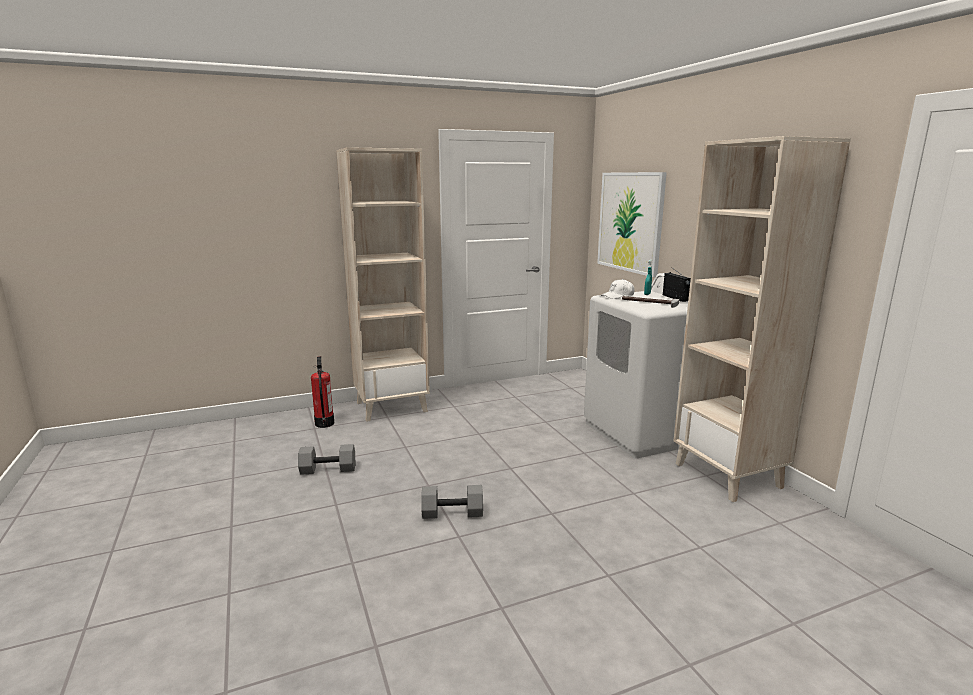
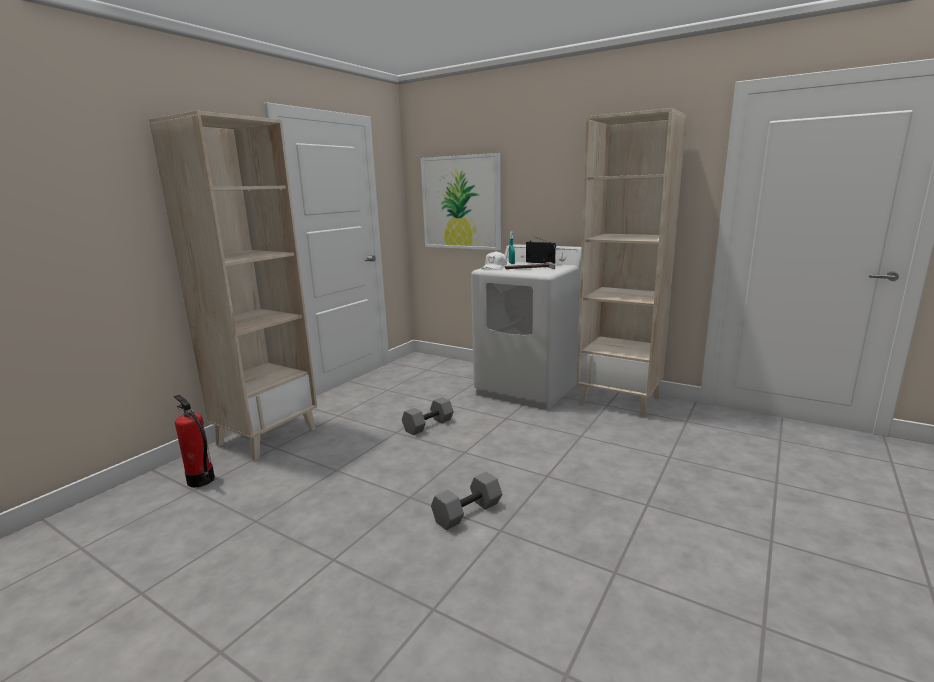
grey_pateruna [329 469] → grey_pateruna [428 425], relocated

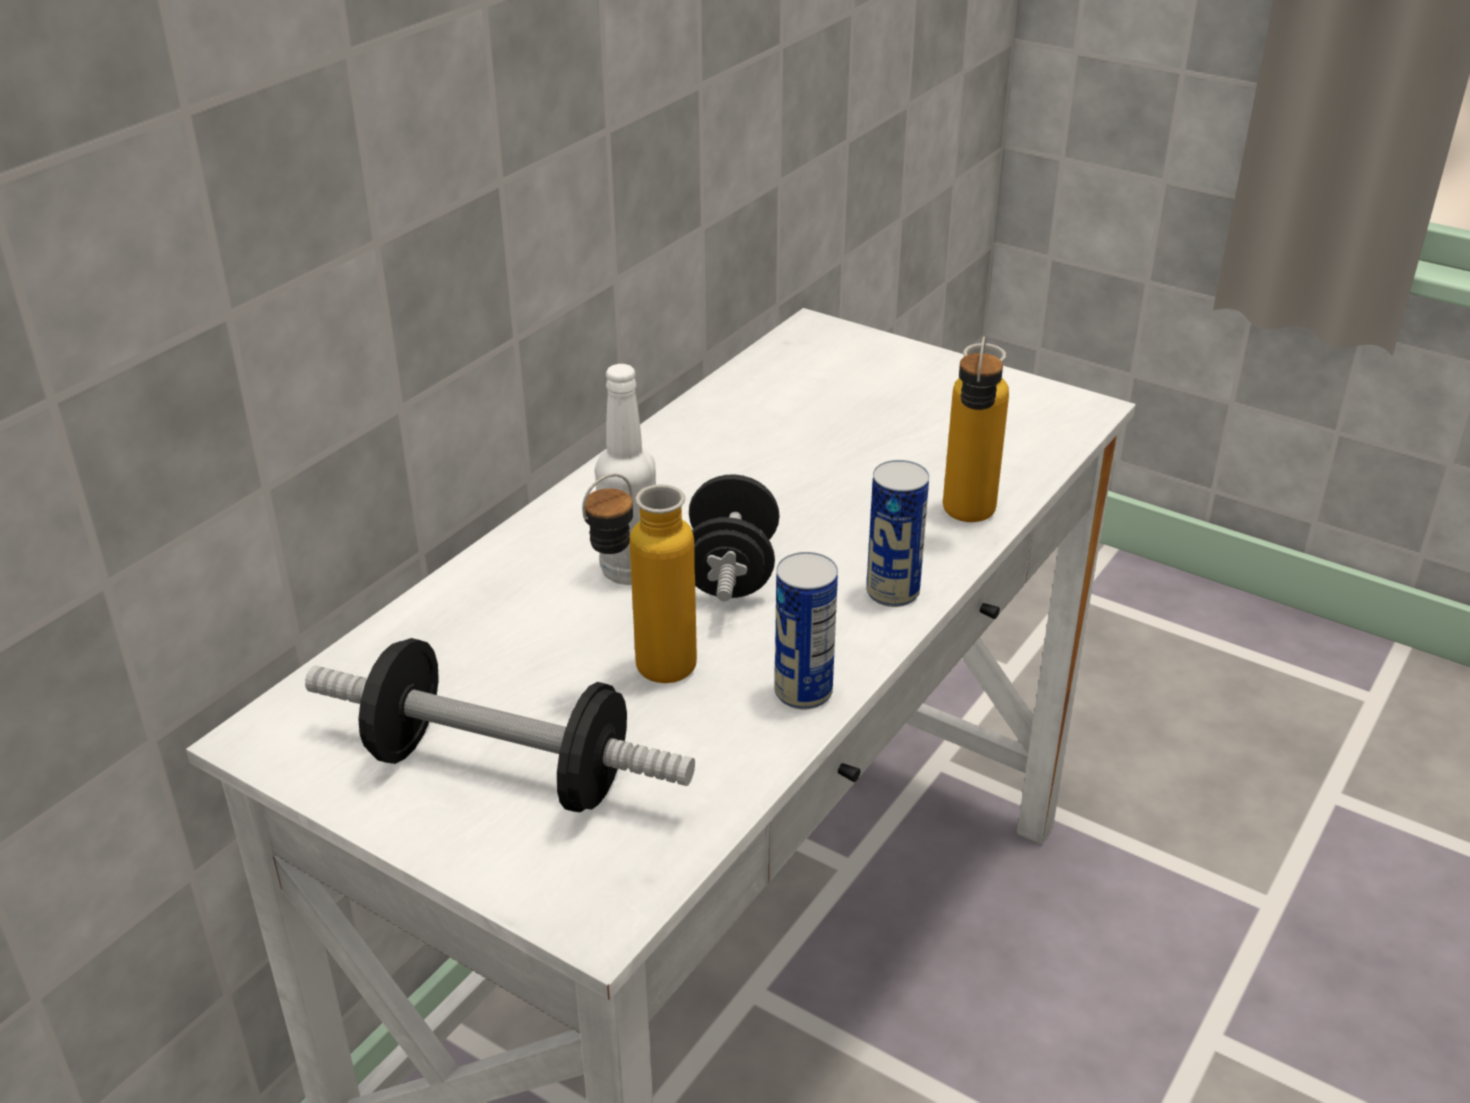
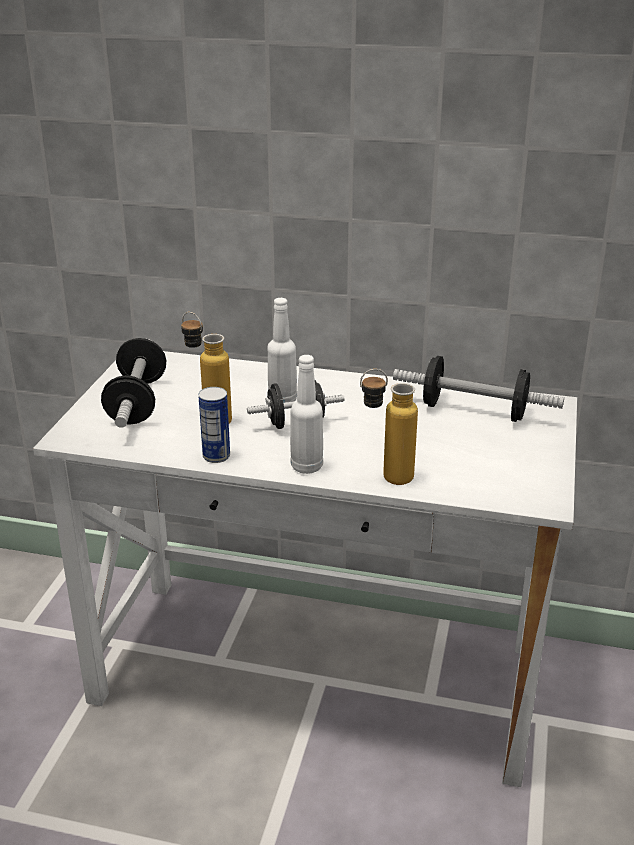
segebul [892 592] → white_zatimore [307 466]
- → pateruna [474 411]

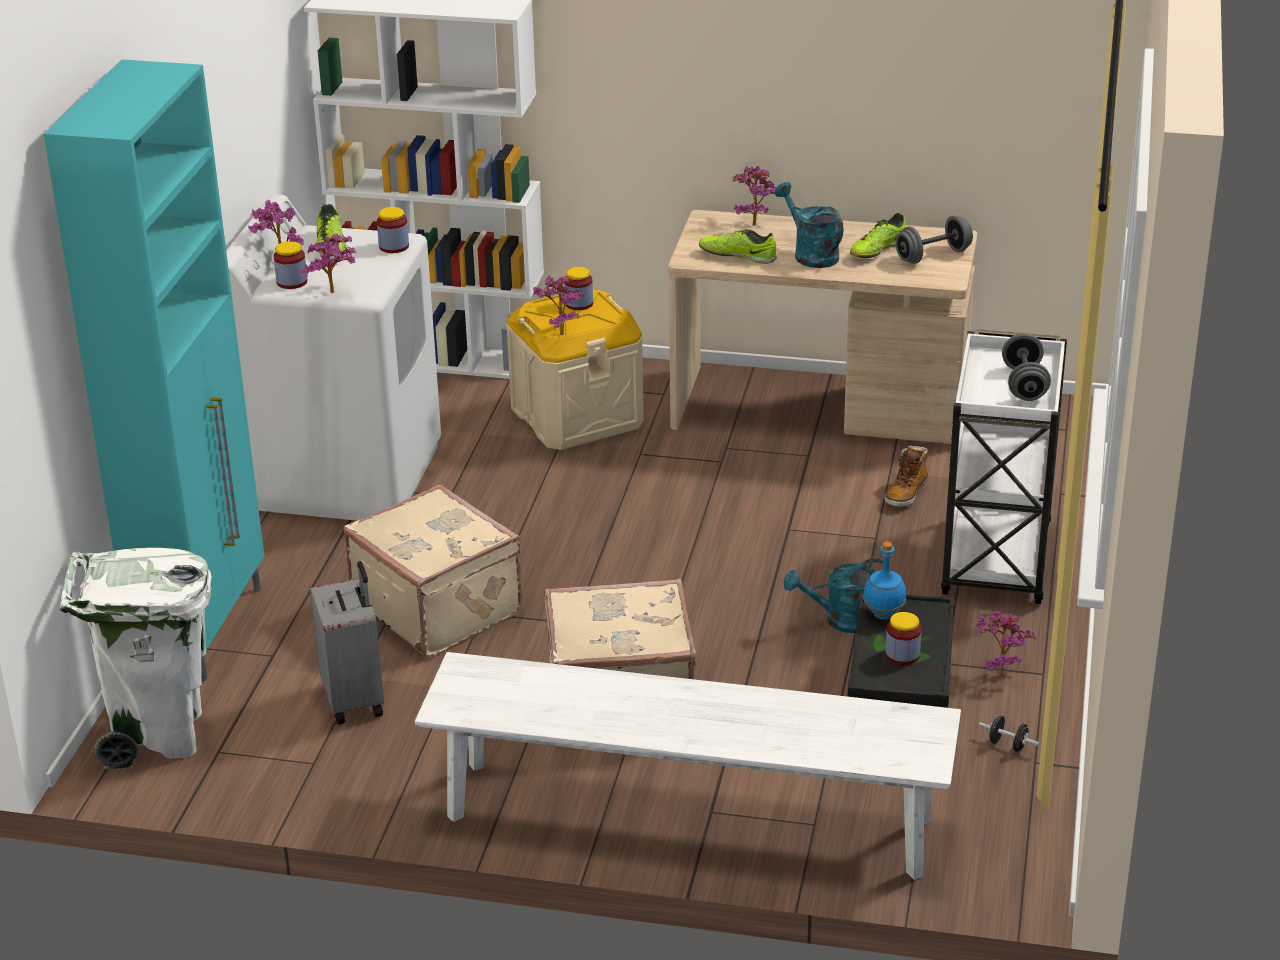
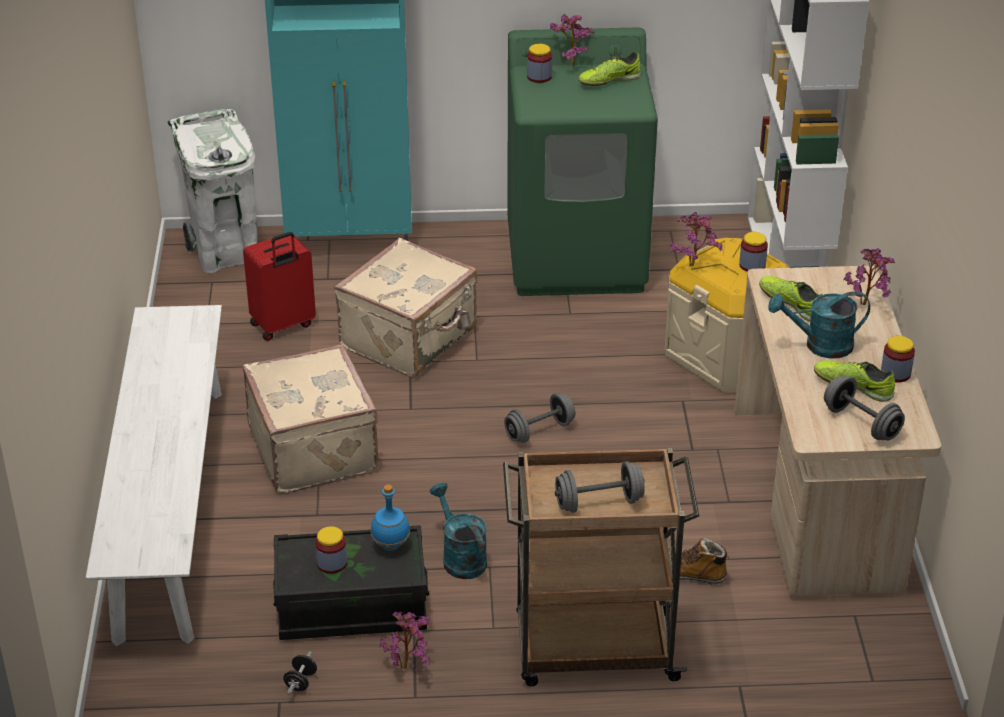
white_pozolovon [345 475] → green_pozolovon [577 258]
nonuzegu [334 294] → -
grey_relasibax [355 700] → red_relasibax [283 325]
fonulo [394 246] → fonulo [895 373], relocated
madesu [738 255] → madesu [791 304], 45 degrees counterclockwise
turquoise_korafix [810 254] → turquoise_korafix [820 345], 135 degrees counterclockwise
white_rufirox [996 562] → brown_rufirox [592 649]
- → grey_pateruna [539 431]

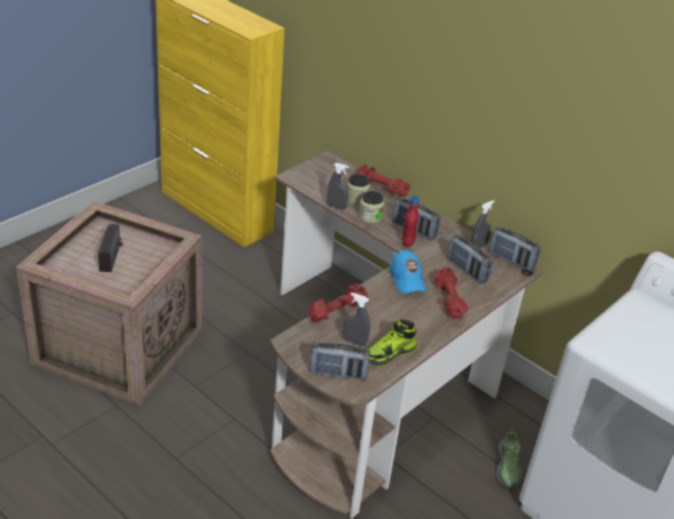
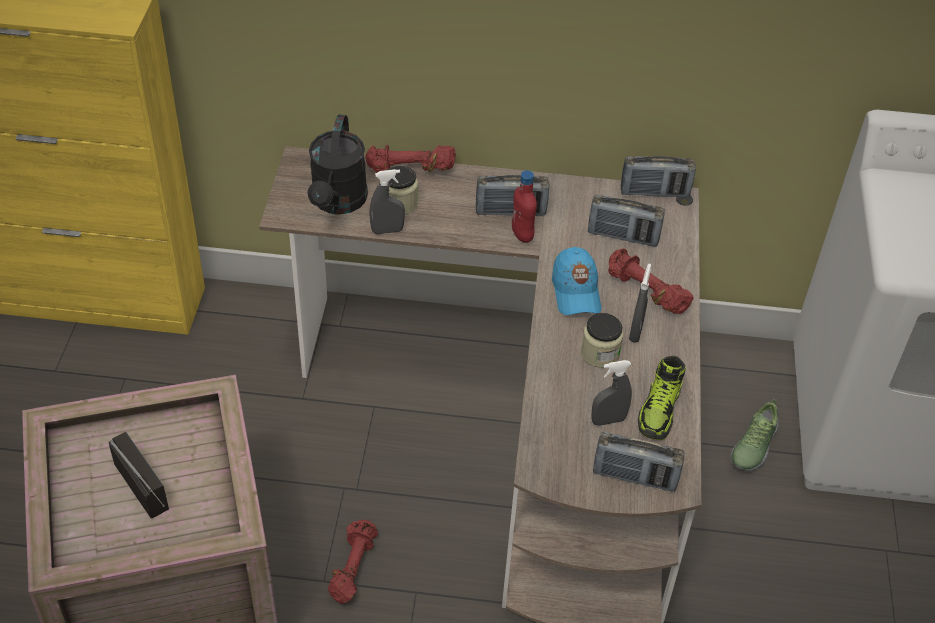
red_pateruna [337 311] → red_pateruna [352 568], relocated
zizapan [338 373] → zizapan [634 477], 45 degrees clockwise
fonulo [370 217] → fonulo [600 353], relocated
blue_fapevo [407 280] → blue_fapevo [575 292], 45 degrees clockwise
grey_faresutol [478 246] → grey_faresutol [636 332], relocated
madesu [507 467] → madesu [753 446], 60 degrees clockwise
- → black_korafix [338 203]

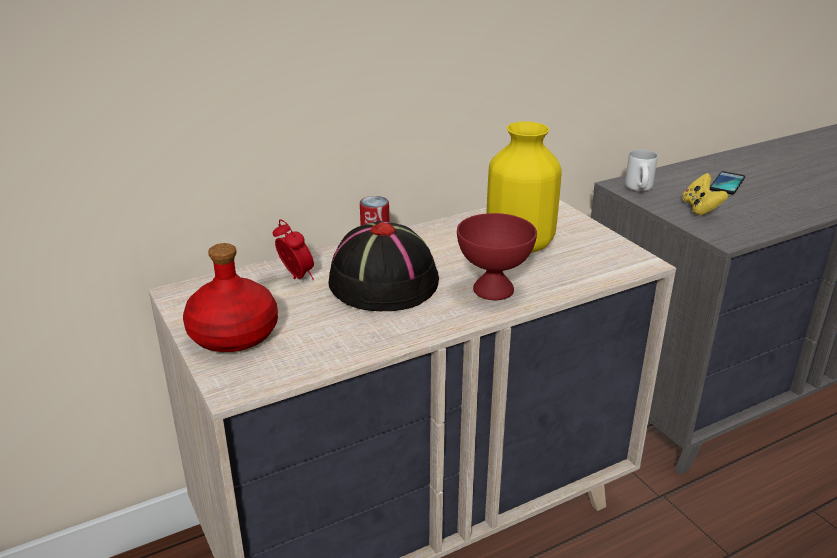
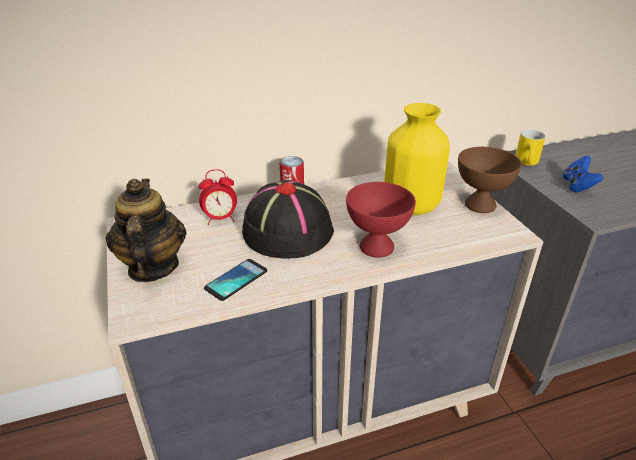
red_zatimore [233 335] → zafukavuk [152 267]
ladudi [296 277] → ladudi [220 219], 105 degrees clockwise
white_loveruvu [641 190] → yellow_loveruvu [528 164]
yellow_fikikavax [700 208] → blue_fikikavax [577 186]
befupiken [727 183] → befupiken [236 280], relocated
- → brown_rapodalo [480 204]

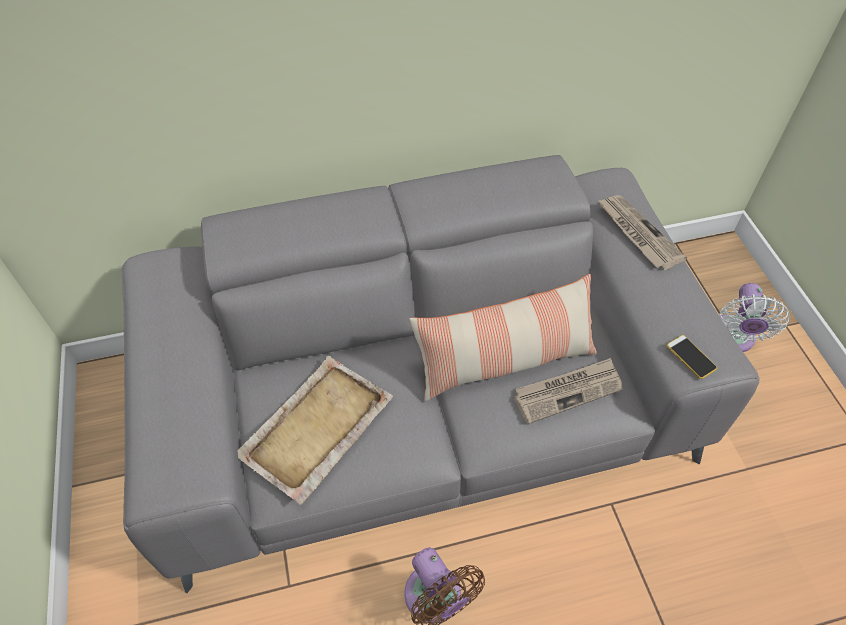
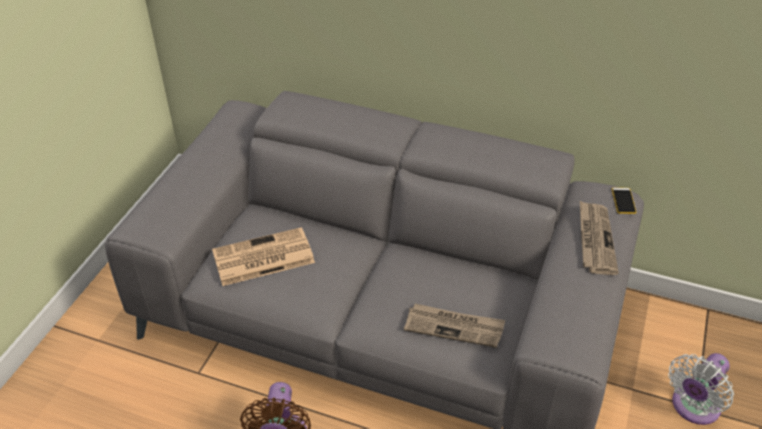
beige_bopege [315 429] → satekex [262 258]
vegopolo [504 360] → -
befupiken [691 357] → befupiken [623 201], relocated

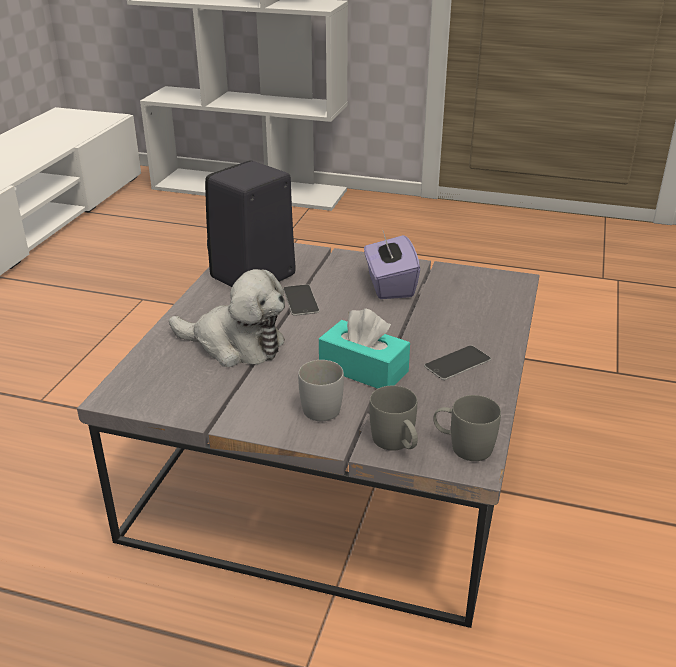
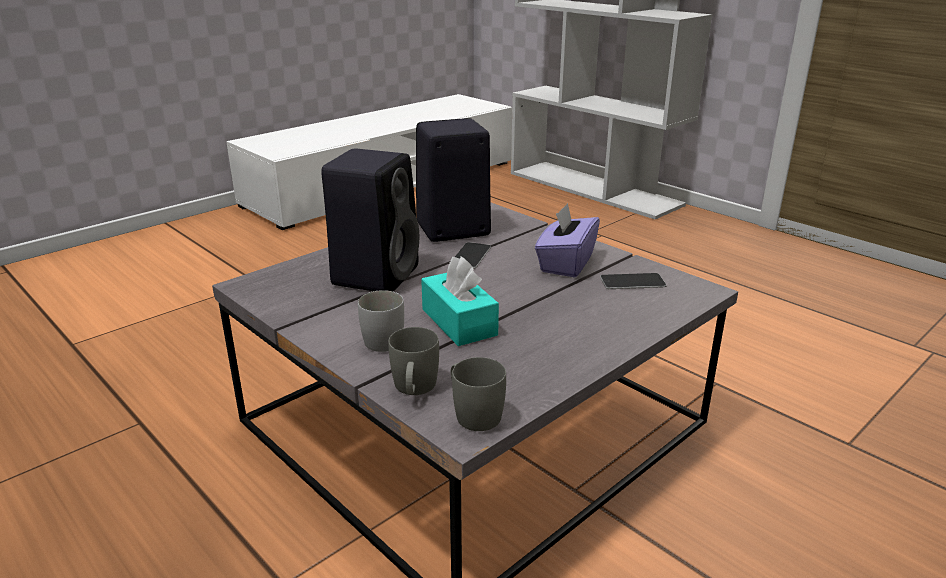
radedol [235 345] → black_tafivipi [376 274]
befupiken [457 363] → befupiken [632 281], relocated

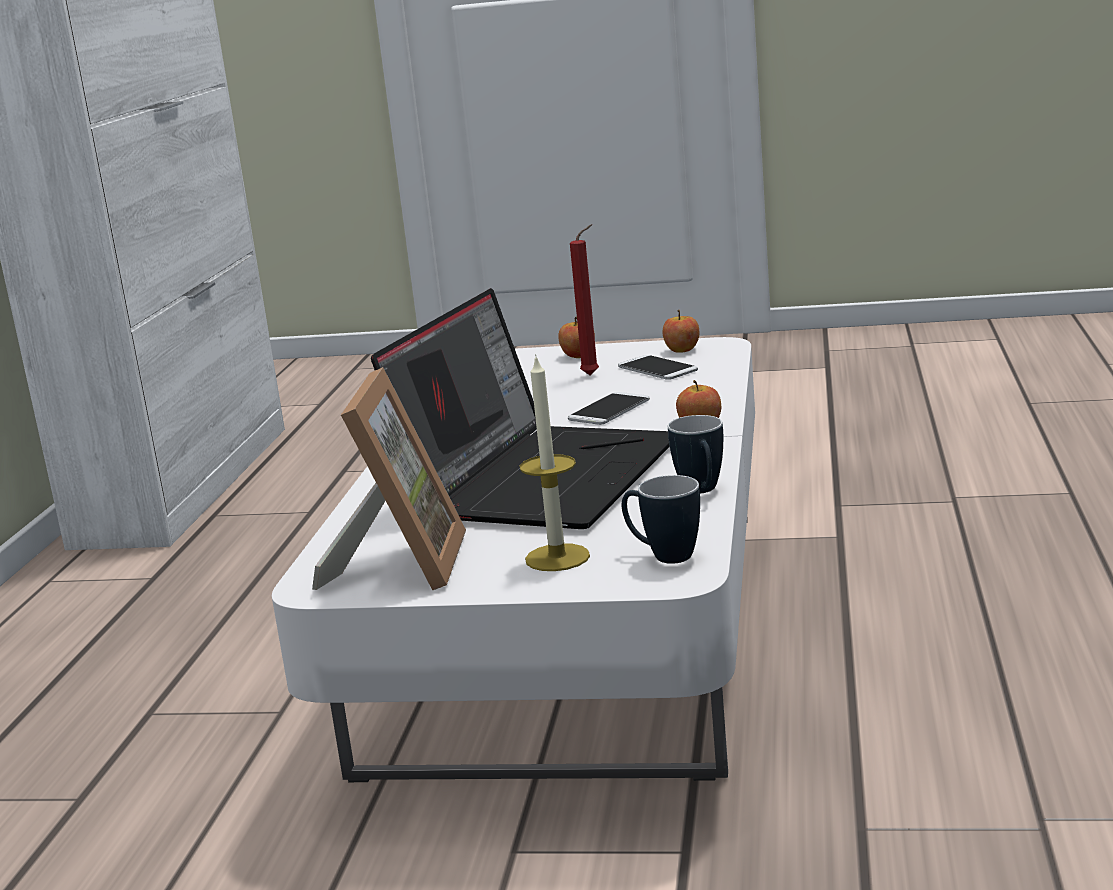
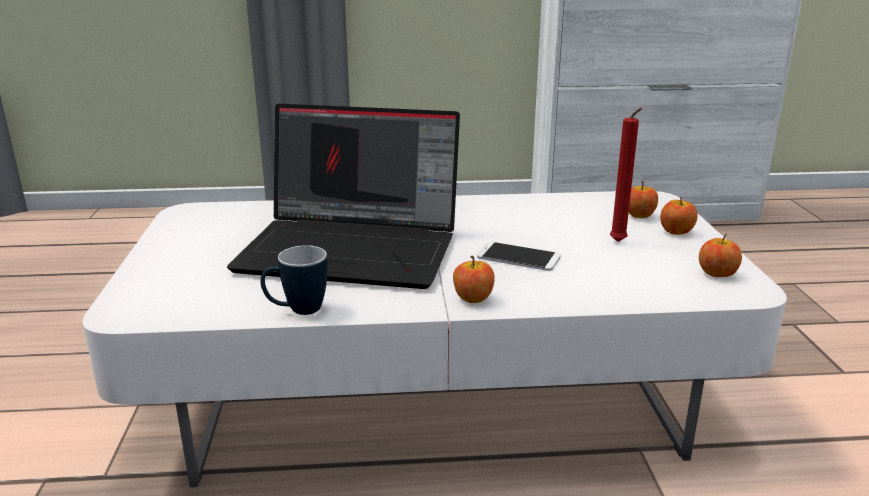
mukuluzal [400 564] → -
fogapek [557 557] → -
befupiken [657 369] → -
loveruvu [663 556] → -
- → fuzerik [639 215]

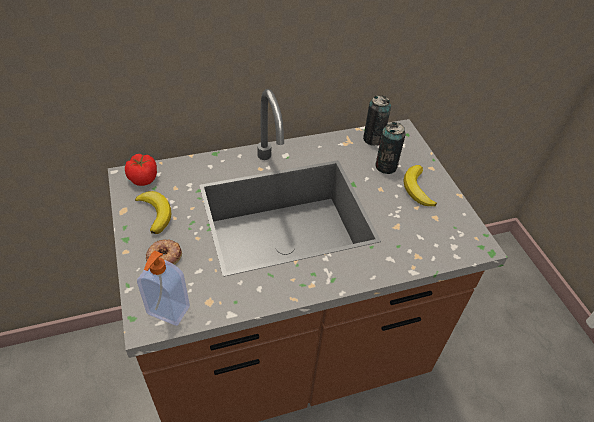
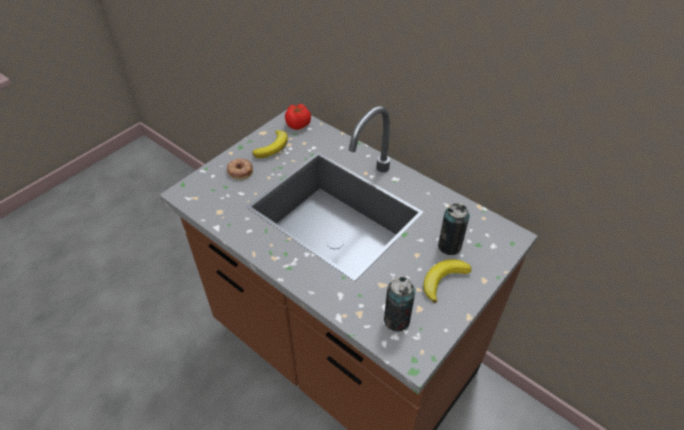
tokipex [167 311] → -
segebul [373 139] → segebul [396 320], relocated

